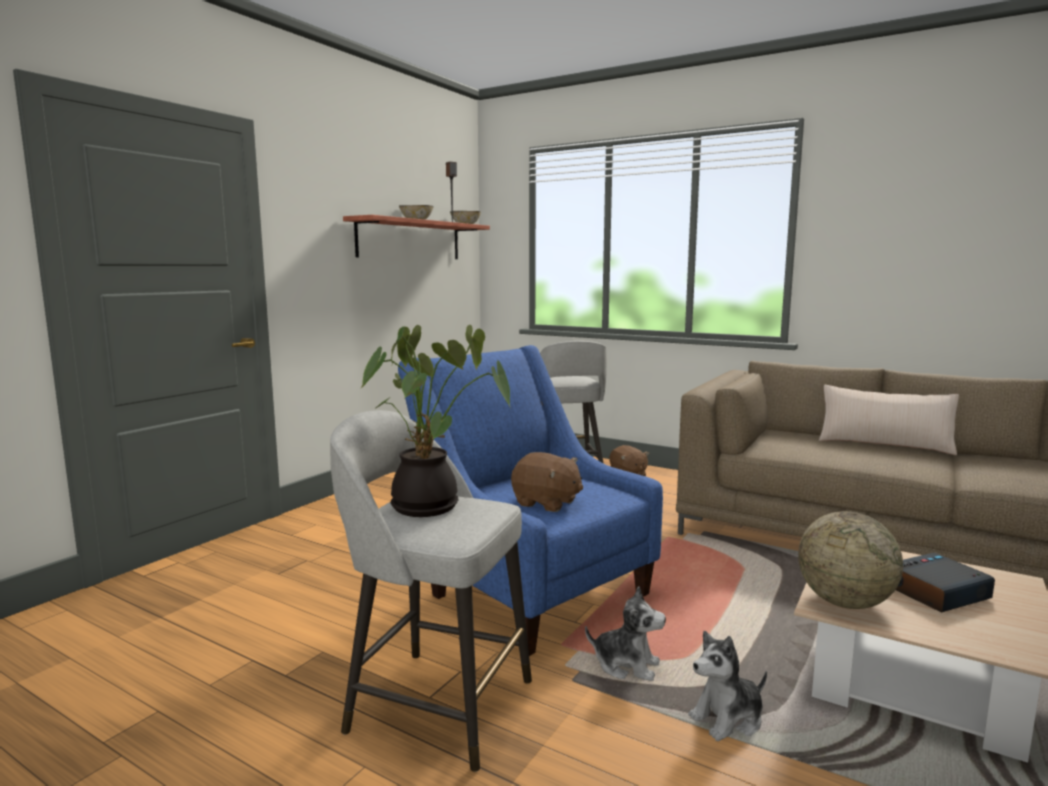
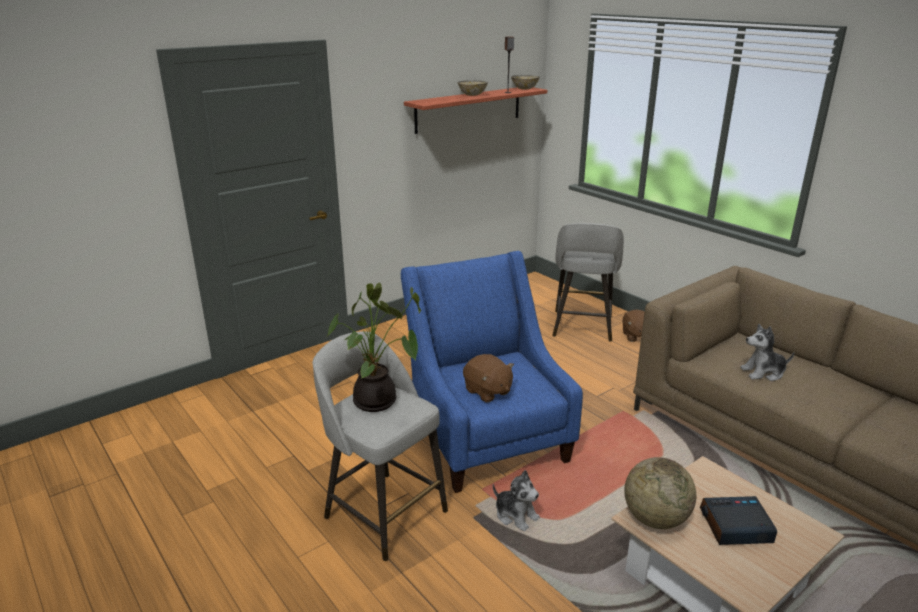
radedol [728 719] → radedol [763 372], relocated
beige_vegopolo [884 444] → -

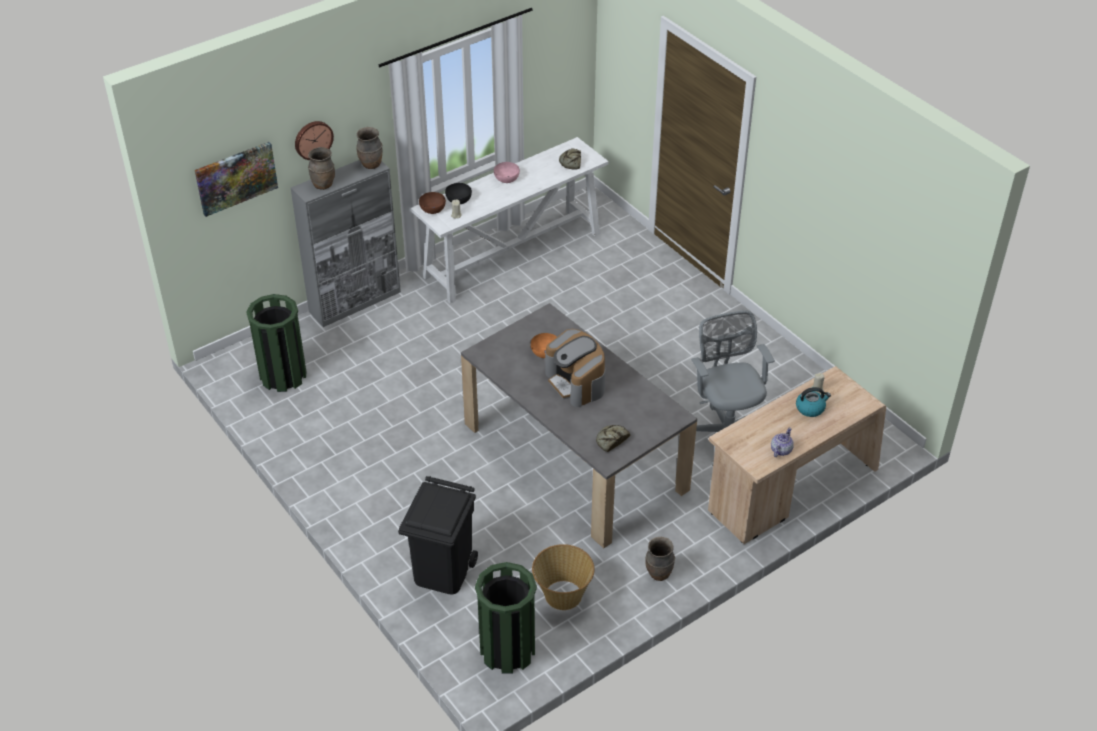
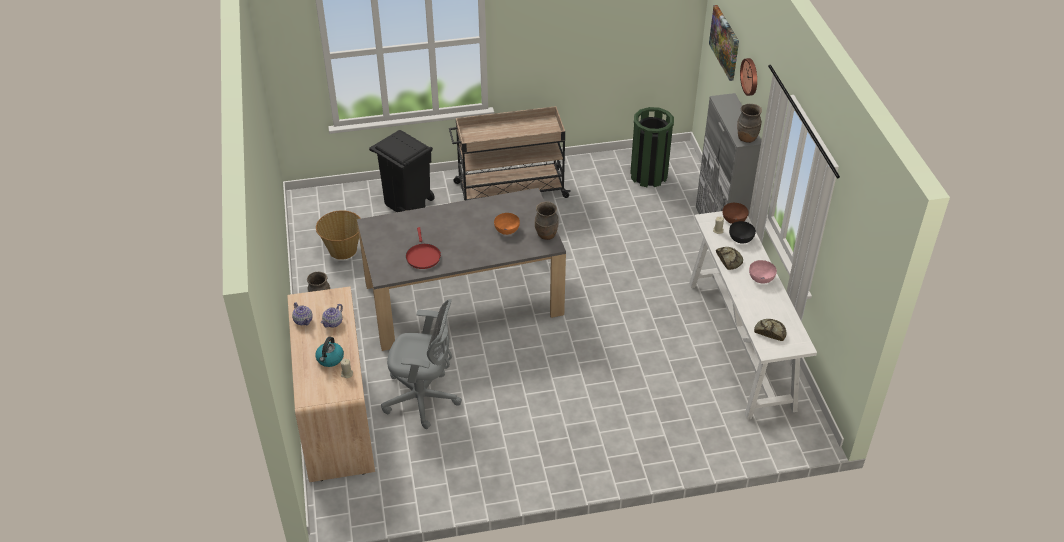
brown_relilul [323 185] → brown_relilul [546 235], relocated
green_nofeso [507 650] → -
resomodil [576 382] → -
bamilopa [611 440] → bamilopa [729 259], relocated
- → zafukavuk [333 322]
- → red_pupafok [423 256]
- → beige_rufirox [509 190]

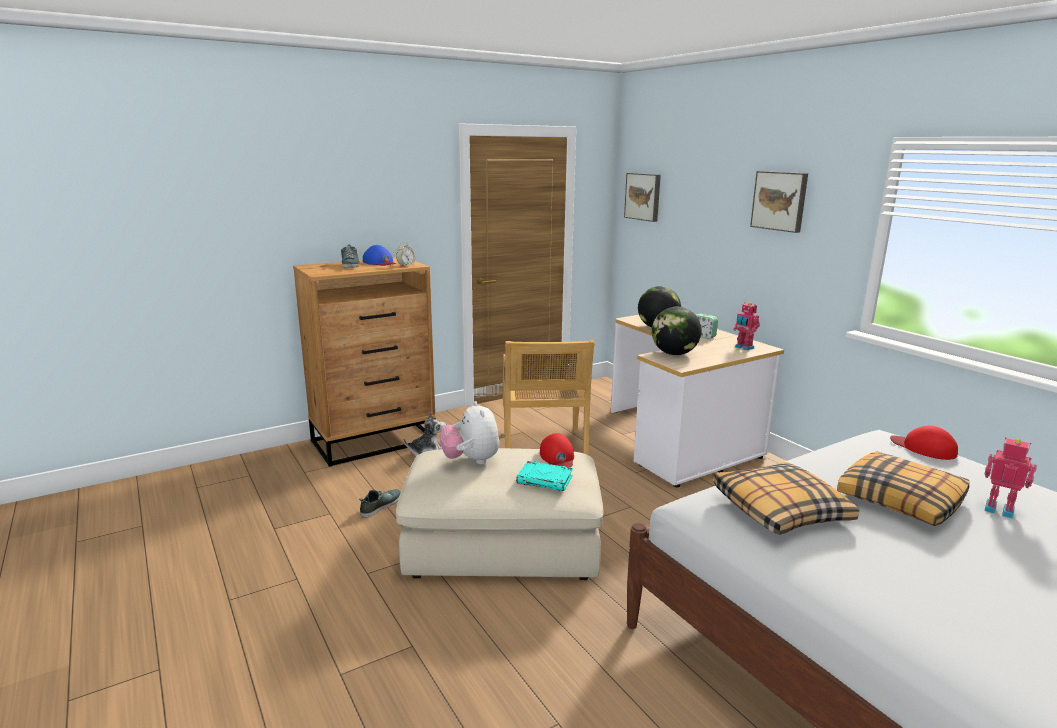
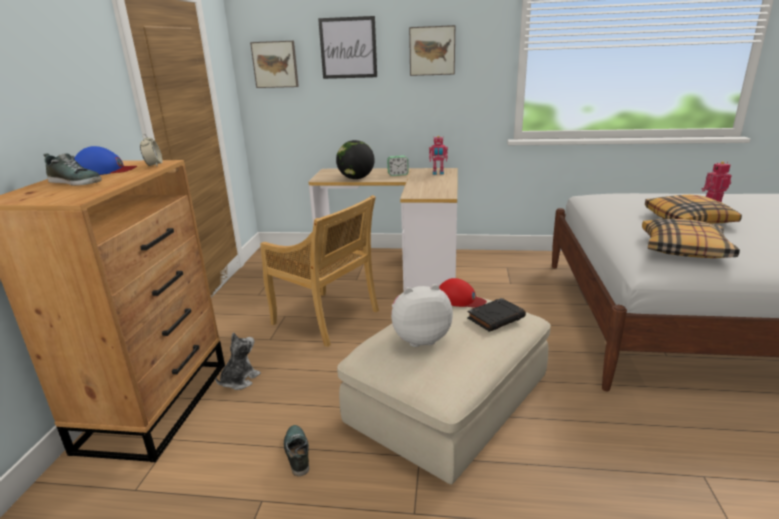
radedol [471 460] → radedol [420 338], 150 degrees clockwise
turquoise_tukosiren [545 480] → black_tukosiren [496 318]
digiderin [674 354] → -
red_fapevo [924 448] → -
- → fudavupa [348 48]

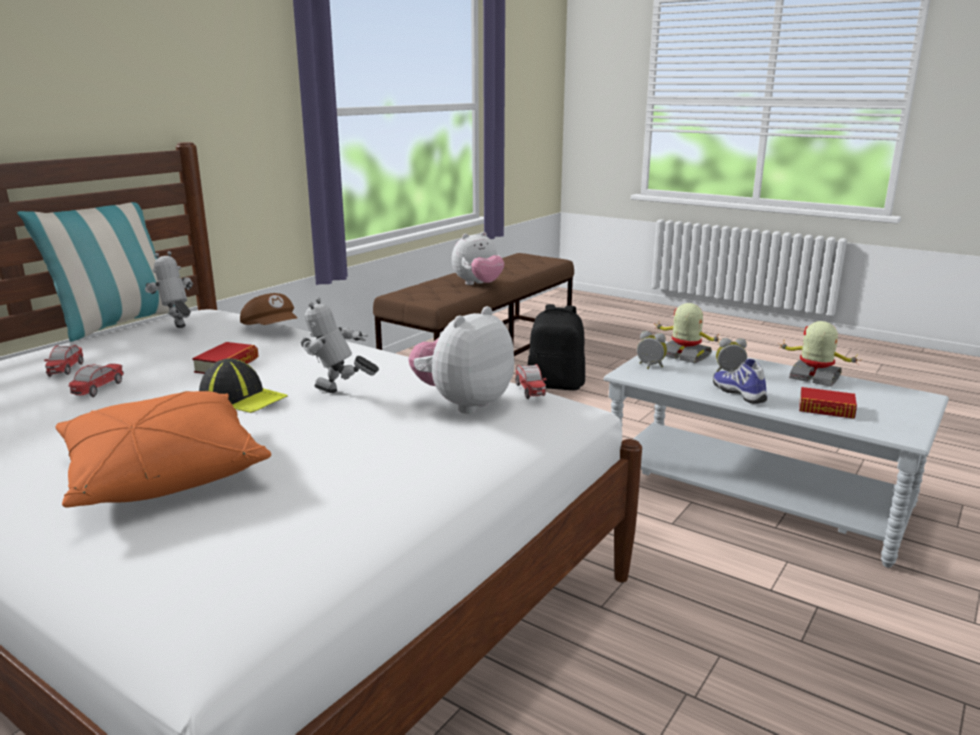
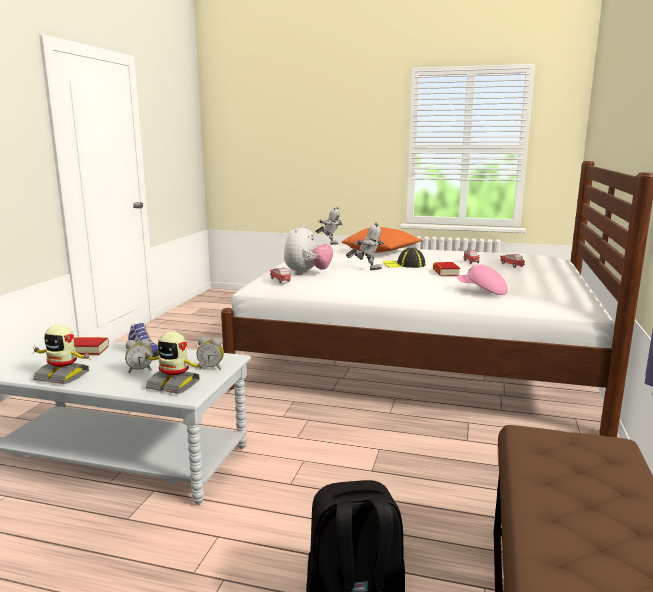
vegopolo [119 324] → -
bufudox [178 330] → bufudox [329 243], relocated
brown_fapevo [272 329] → pink_fapevo [482 291]
radedol [478 285] → -

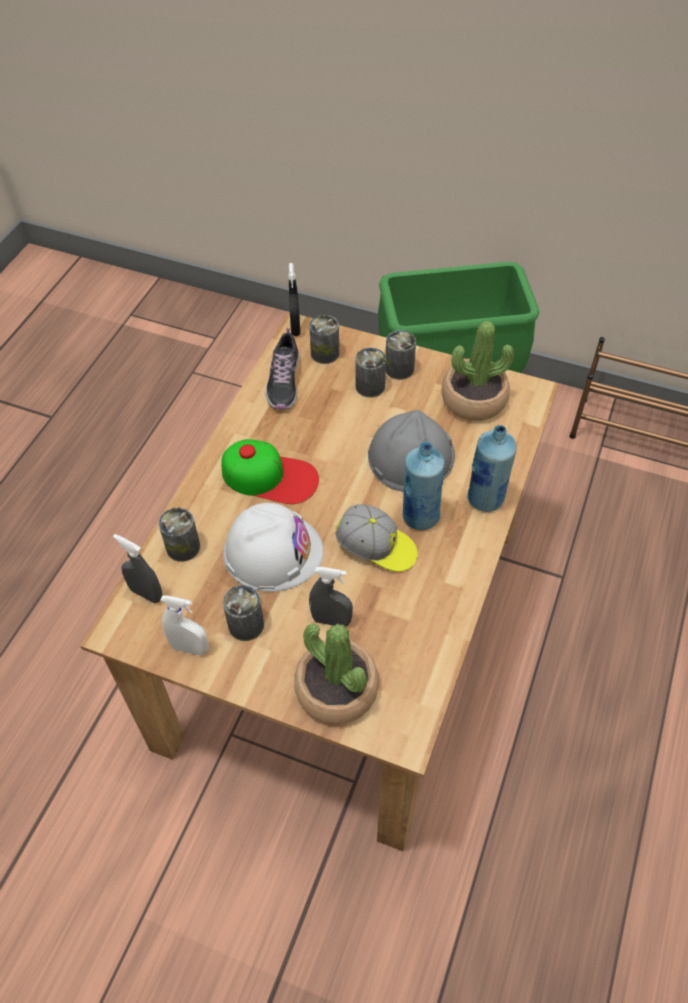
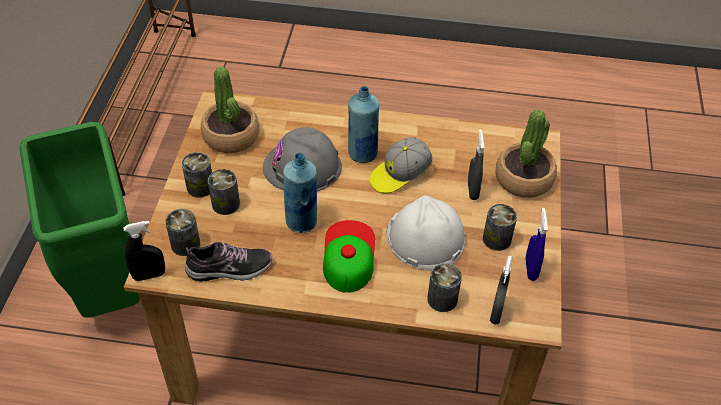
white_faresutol [190 648] → blue_faresutol [531 269]
fapevo [376 548] → fapevo [400 175], 135 degrees counterclockwise
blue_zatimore [485 499] → blue_zatimore [302 222], relocated

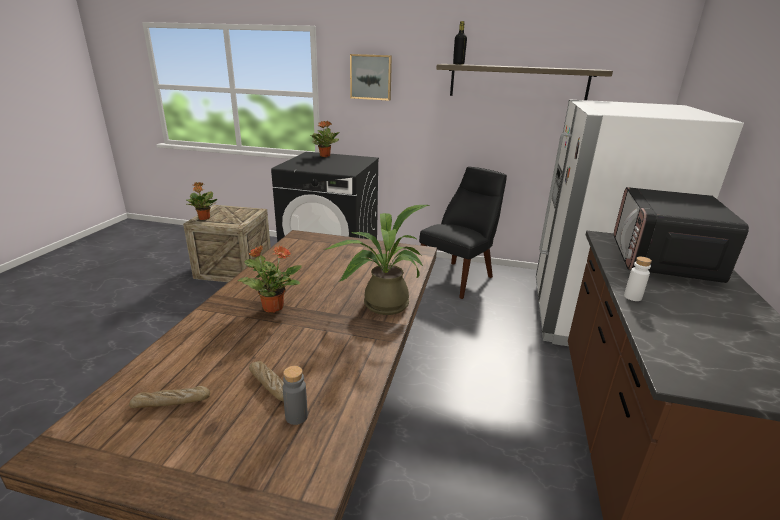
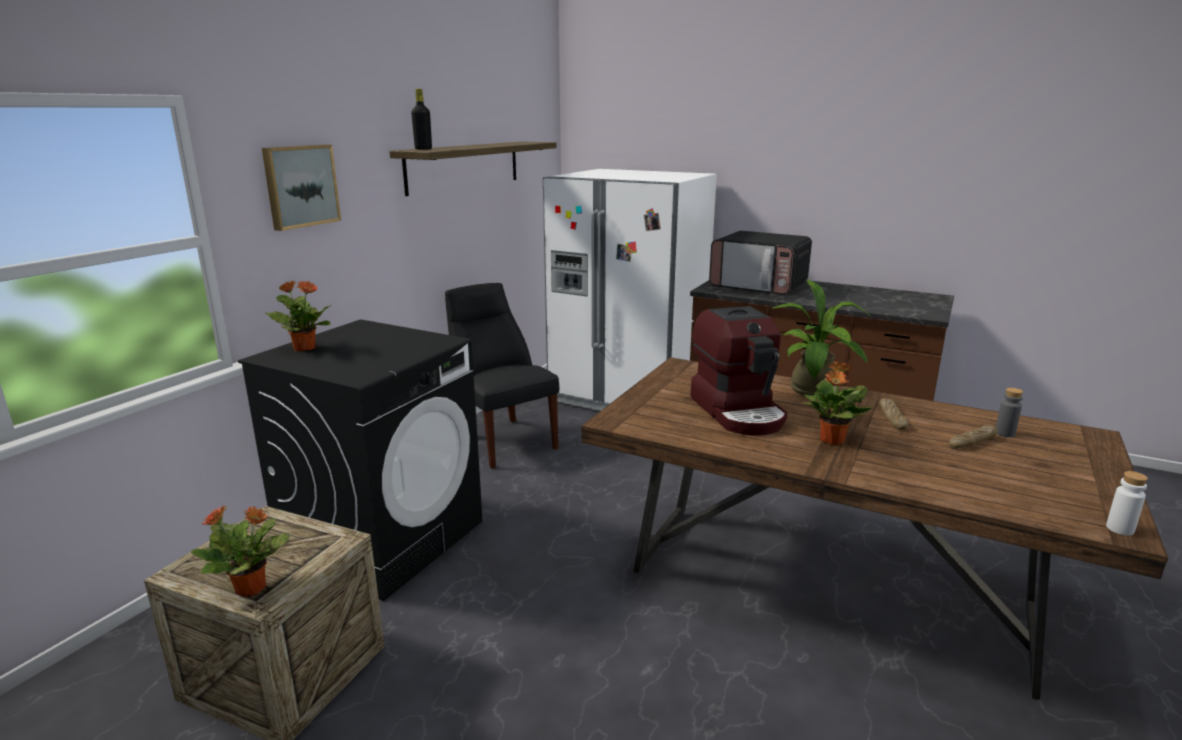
bamilopa [171 403] → bamilopa [892 418], relocated
white_zatimore [632 297] → white_zatimore [1120 529], relocated
- → resomodil [739 411]

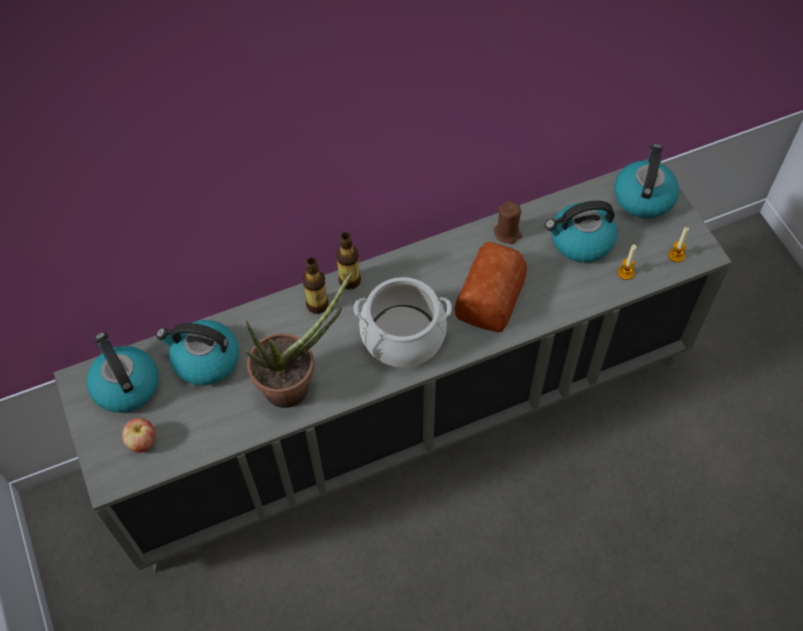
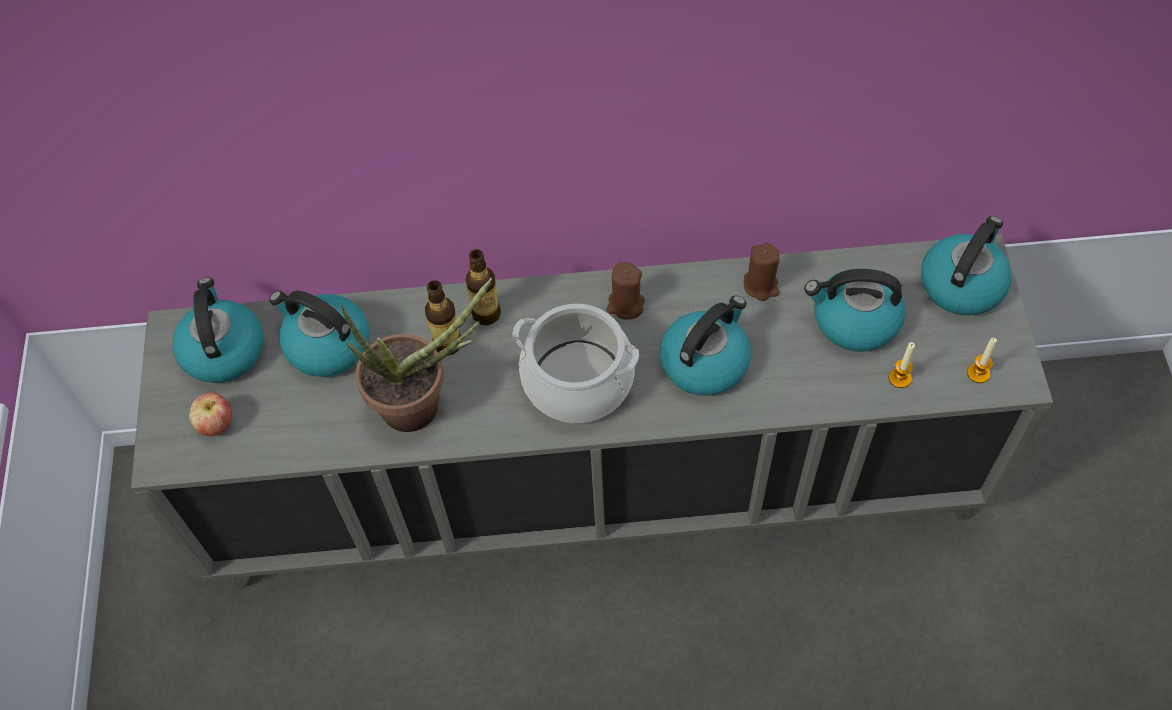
zatimore [349 281] → zatimore [447 343], relocated
bamilopa [488 297] → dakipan [705 361]
- → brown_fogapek [625 305]

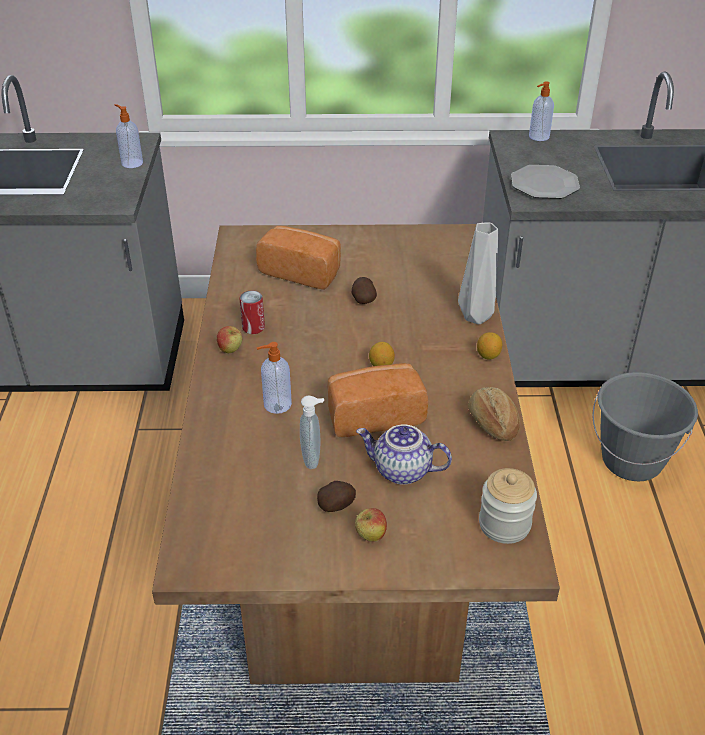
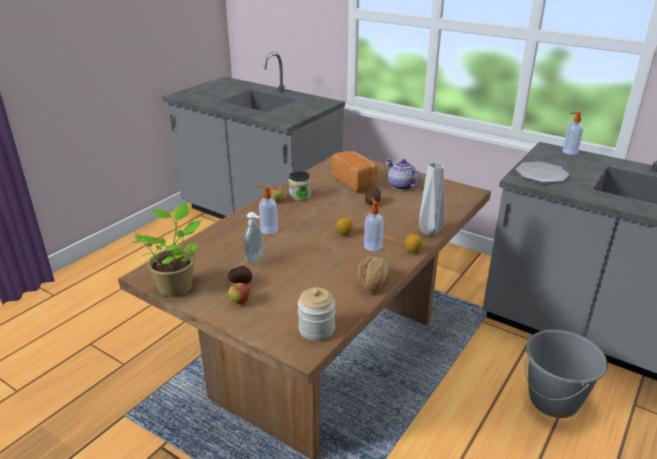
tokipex [131 163] → tokipex [372 246], relocated
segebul [253 327] → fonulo [299 196]
bamilopa [374 414] → -
zafukavuk [401 471] → zafukavuk [401 186], relocated
- → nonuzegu [176 286]

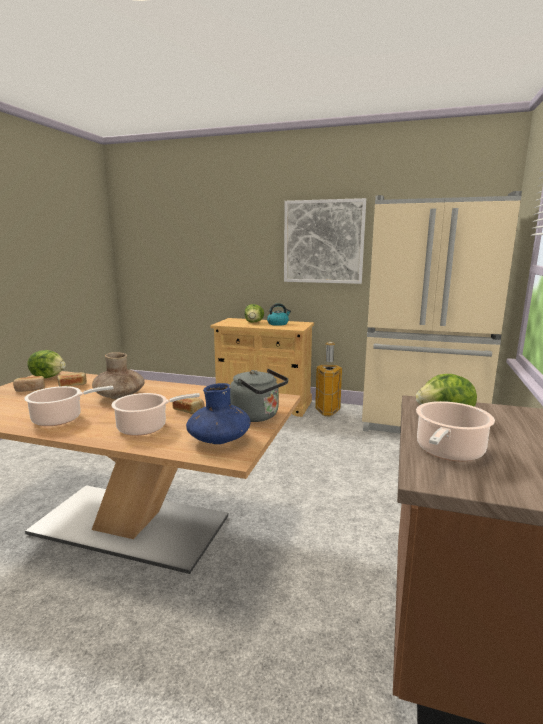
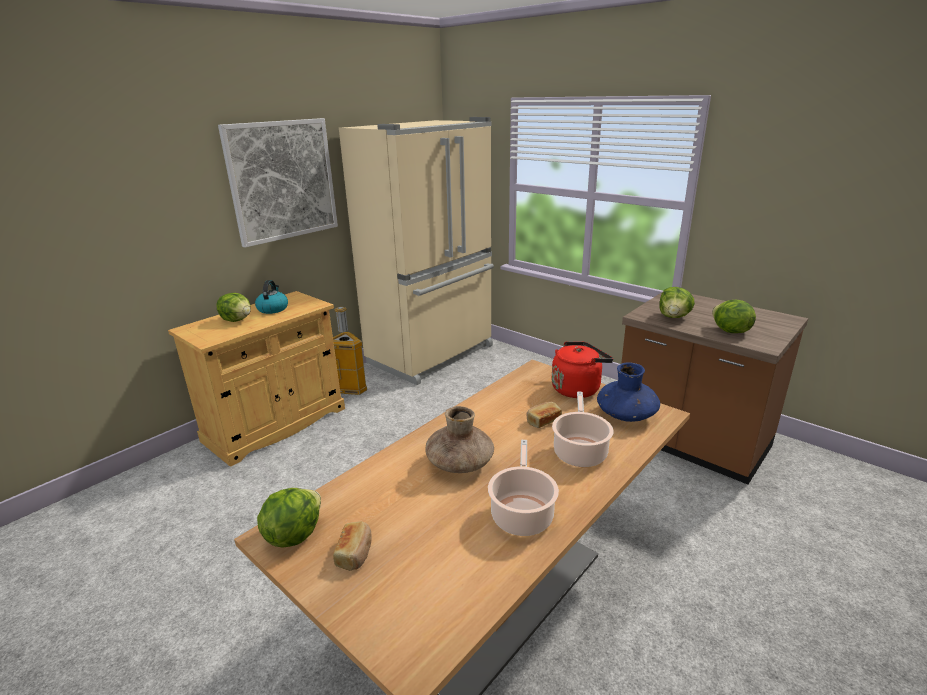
bamilopa [72 385] → -
grey_dakipan [257 416] → red_dakipan [577 388]
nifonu [448 451] → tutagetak [729 331]

